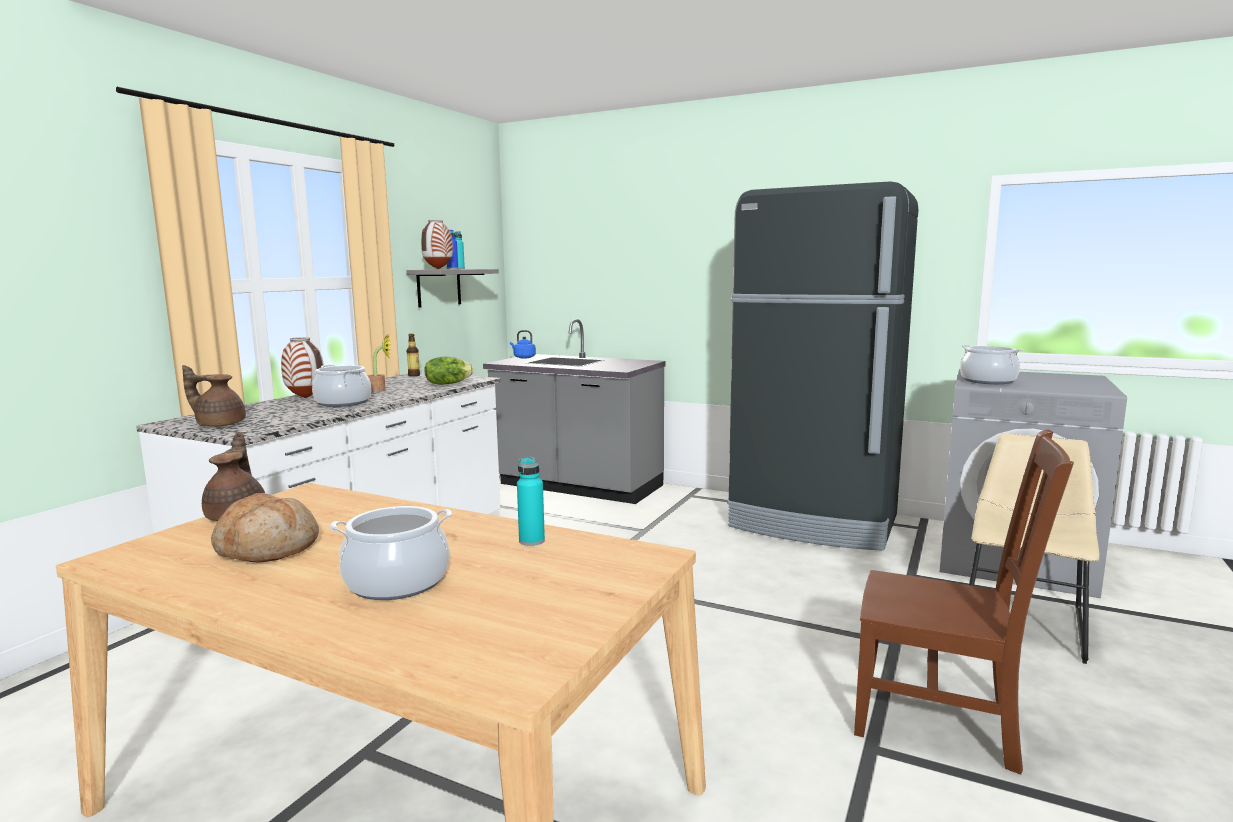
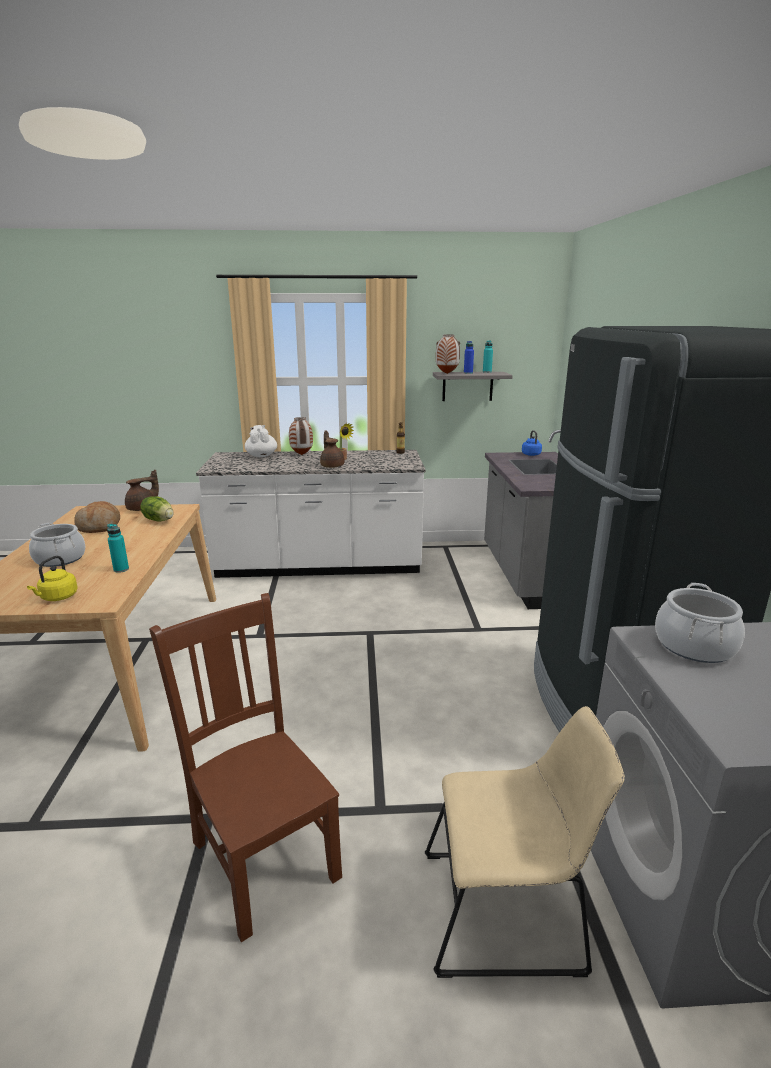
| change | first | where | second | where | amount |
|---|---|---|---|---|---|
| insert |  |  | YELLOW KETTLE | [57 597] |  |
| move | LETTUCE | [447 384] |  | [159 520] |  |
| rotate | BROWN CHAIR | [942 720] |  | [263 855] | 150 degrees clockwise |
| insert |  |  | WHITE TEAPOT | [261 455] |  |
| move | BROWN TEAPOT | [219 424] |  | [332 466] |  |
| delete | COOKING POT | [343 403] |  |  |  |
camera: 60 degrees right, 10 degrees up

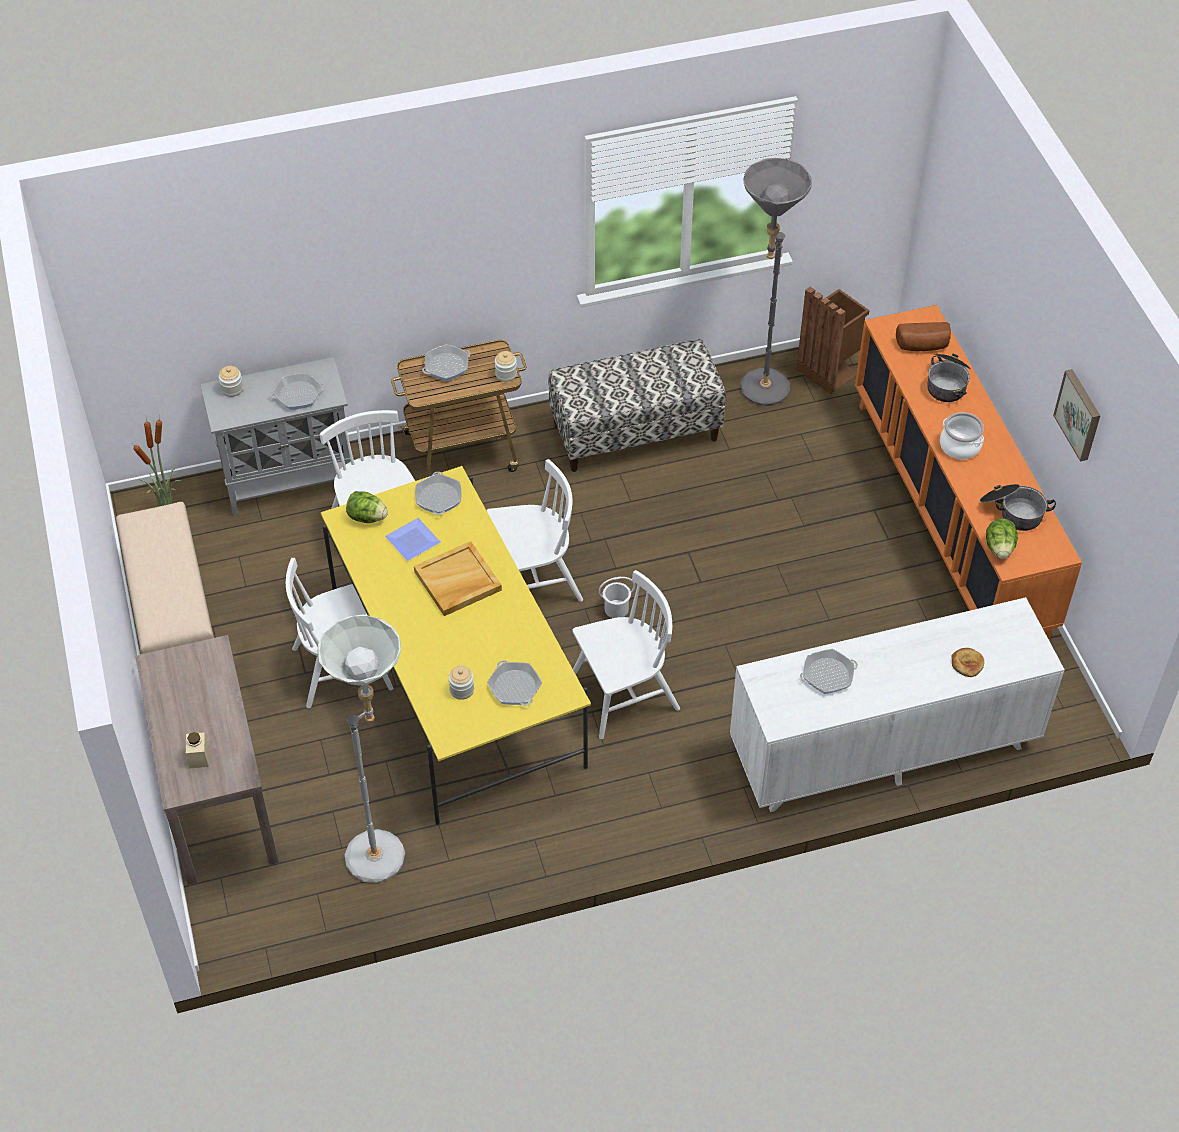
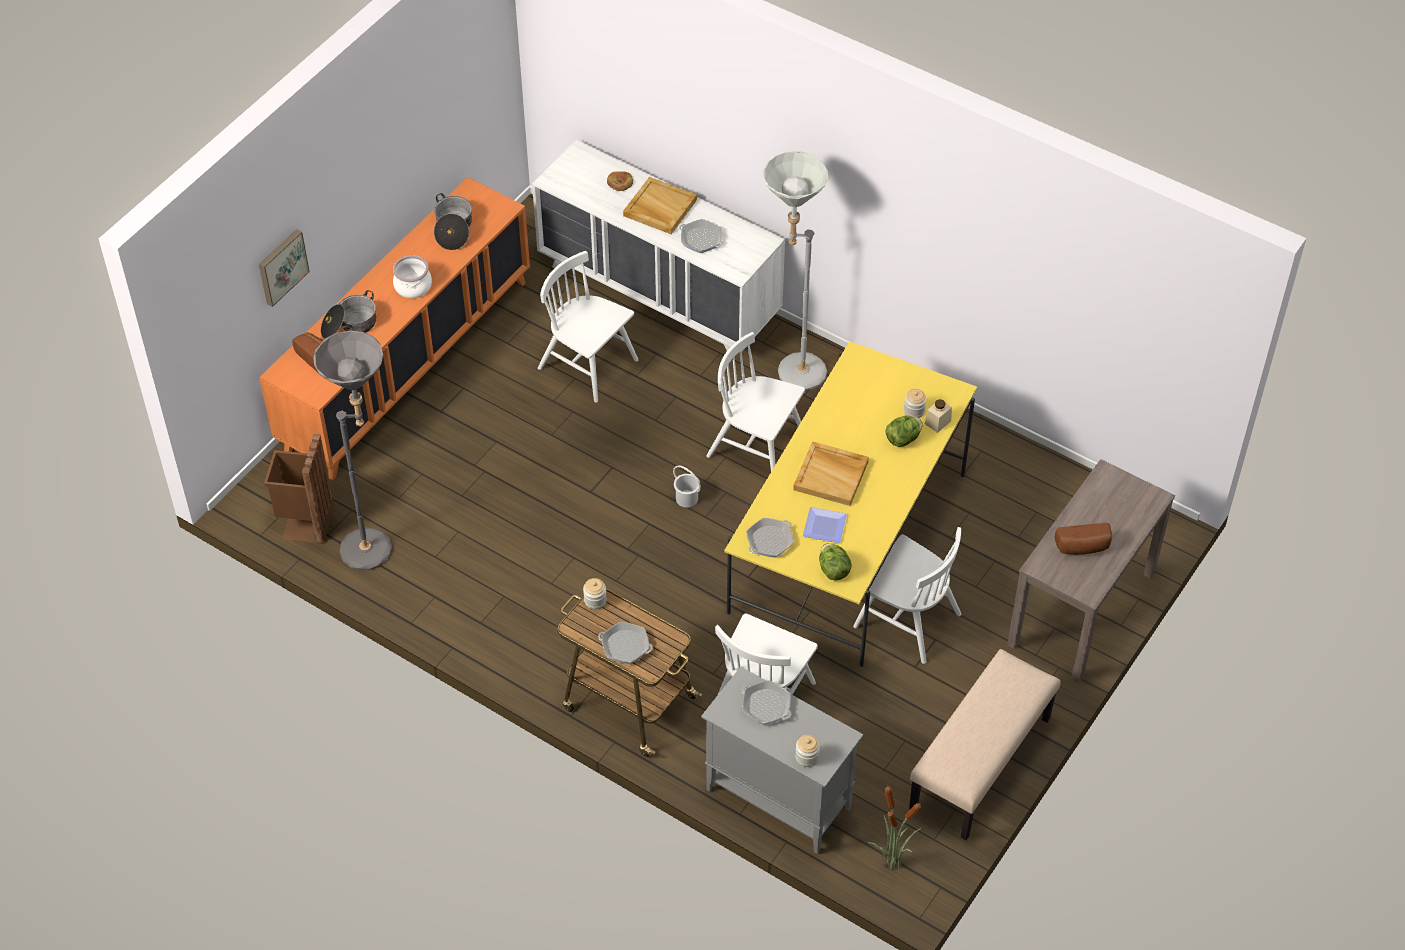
| change | first | where | second | where | amount |
|---|---|---|---|---|---|
| move | PICTURE | [1080 414] |  | [281 266] |  |
| move | WHITE CHAIR | [532 581] |  | [588 365] |  |
| insert |  |  | BEIGE TRAY | [659 208] |  |
| move | GREY FLOOR LAMP | [385 849] |  | [791 371] |  |
| move | LETTUCE | [999 548] |  | [903 439] |  |
| move | BEIGE JAR | [199 757] |  | [937 422] |  |
| insert |  |  | BREAD | [1083 548] |  |
| delete | FRYING PAN | [514 687] |  |  |  |
| delete | BENCH | [635 432] |  |  |  |
camera: 130 degrees left, 0 degrees up

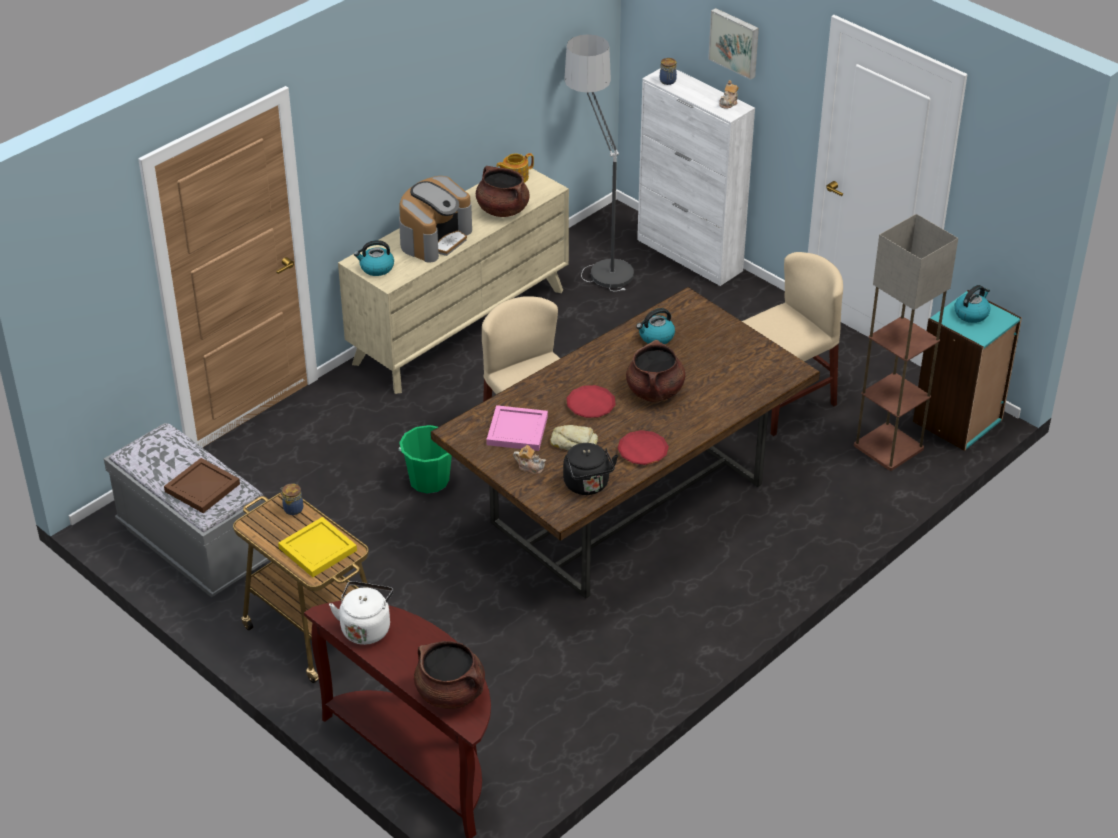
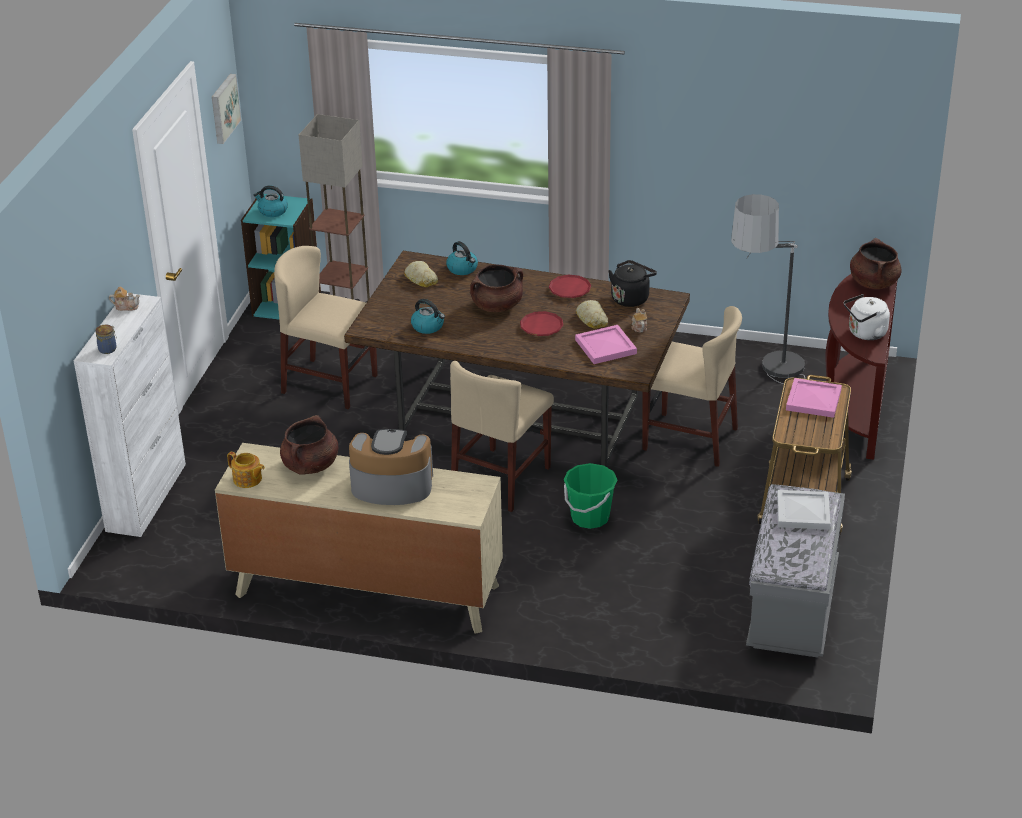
| change | first | where | second | where | amount |
|---|---|---|---|---|---|
| move | PICTURE | [735 42] |  | [223 108] |  |
| insert |  |  | BREAD | [421 278] |  |
| move | KETTLE | [376 268] |  | [462 269] |  |
| insert |  |  | BEIGE CHAIR | [690 439] |  |
| move | FLOOR LAMP | [597 257] |  | [766 384] |  |
| recolor | BROWN TRAY | [203 487] | WHITE TRAY | [802 511] |  |
| recolor | YELLOW TRAY | [318 548] | PINK TRAY | [812 400] |  |
| delete | JAR | [292 509] |  |  |  |
camera: 120 degrees left, 5 degrees down

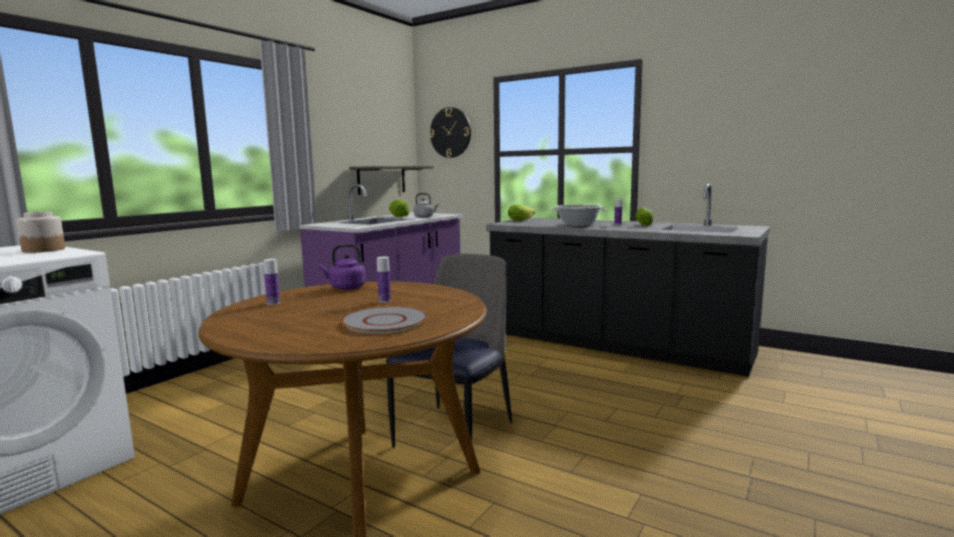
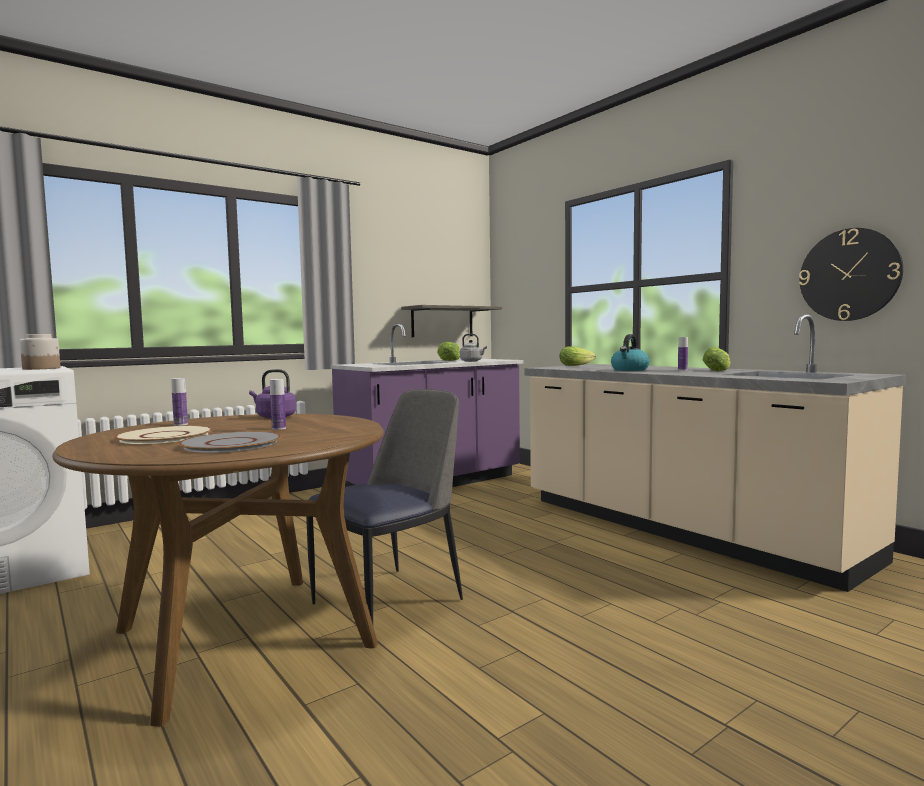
| change | first | where | second | where | amount |
|---|---|---|---|---|---|
| insert |  |  | BEIGE PLATE | [165 436] |  |
| recolor | BLACK COUNTER | [615 344] | BEIGE COUNTER | [681 528] |  |
| replace | COOKING POT | [578 225] | KETTLE | [629 370] |  |
| move | WALL CLOCK | [450 132] |  | [849 275] |  |
camera: 20 degrees right, 5 degrees down

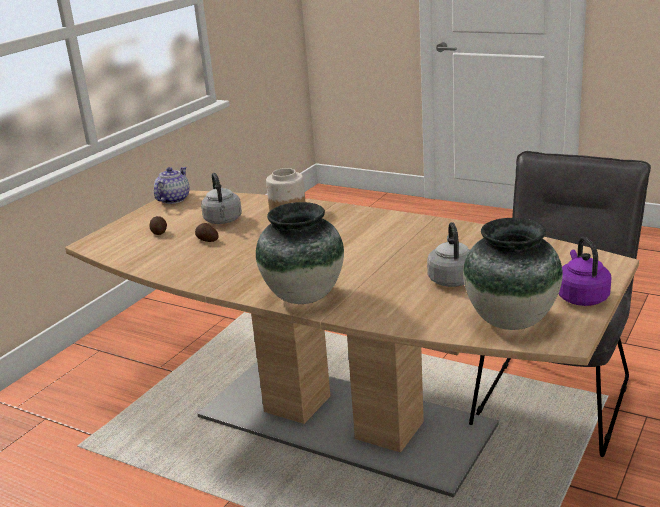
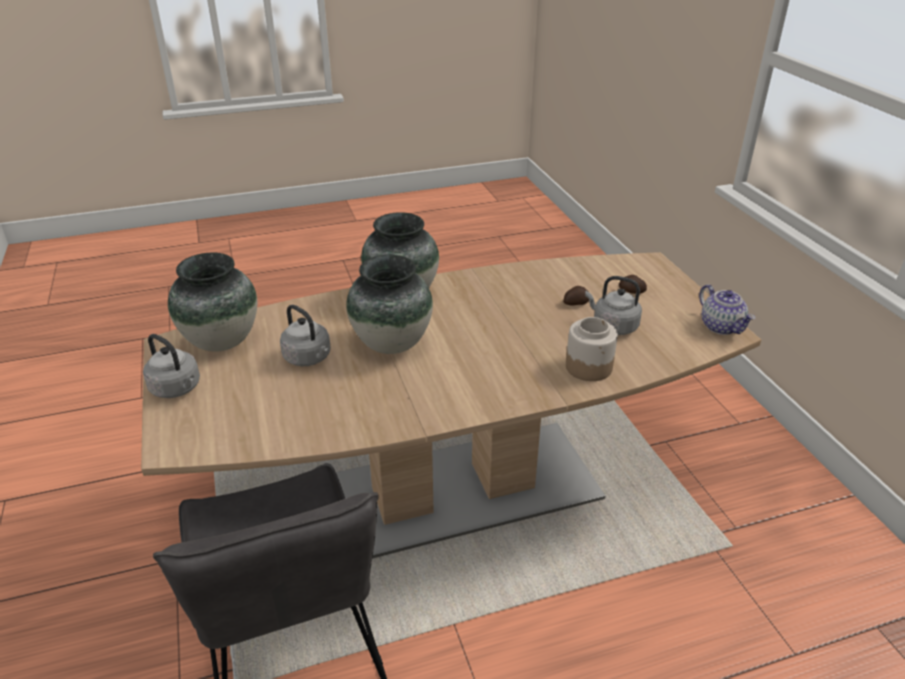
| change | first | where | second | where | amount |
|---|---|---|---|---|---|
| recolor | PURPLE KETTLE | [581 297] | GREY KETTLE | [177 389] |  |
| insert |  |  | VASE | [391 344] |  |
camera: 130 degrees right, 10 degrees up

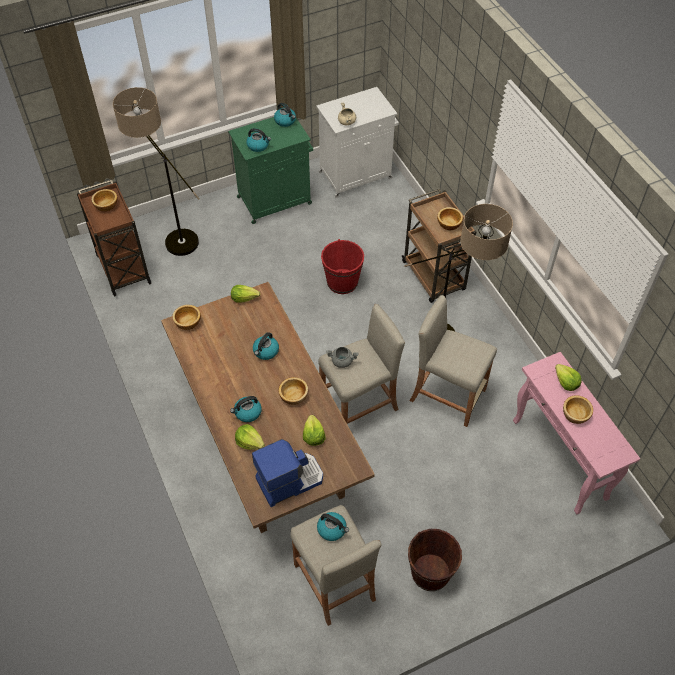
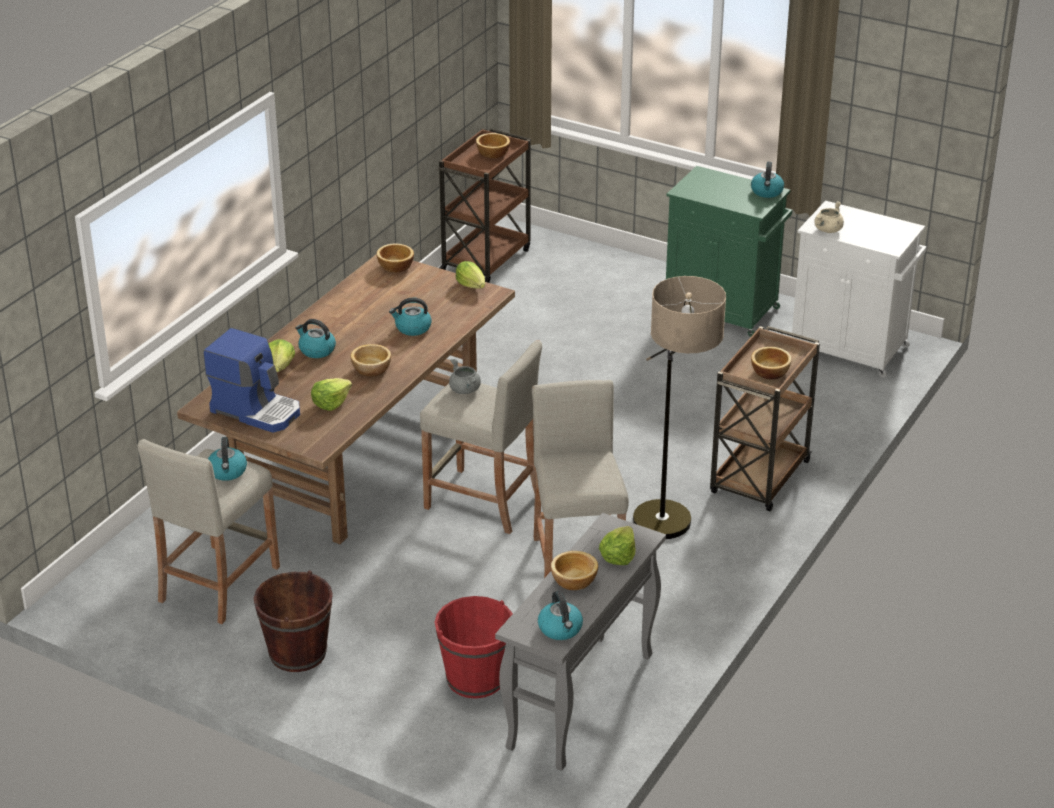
| change | first | where | second | where | amount |
|---|---|---|---|---|---|
| move | RED BUCKET | [342 282] |  | [475 679] |  |
| recolor | PINK CONSOLE TABLE | [560 460] | GREY CONSOLE TABLE | [580 702] |  |
| move | KETTLE | [258 145] |  | [560 629] |  |
| delete | FLOOR LAMP | [172 236] |  |  |  |
camera: 55 degrees right, 20 degrees down

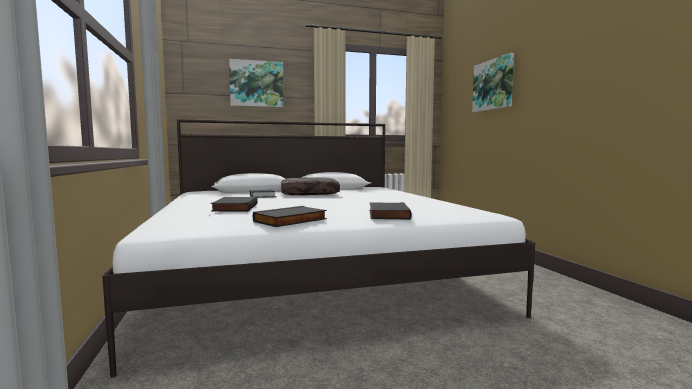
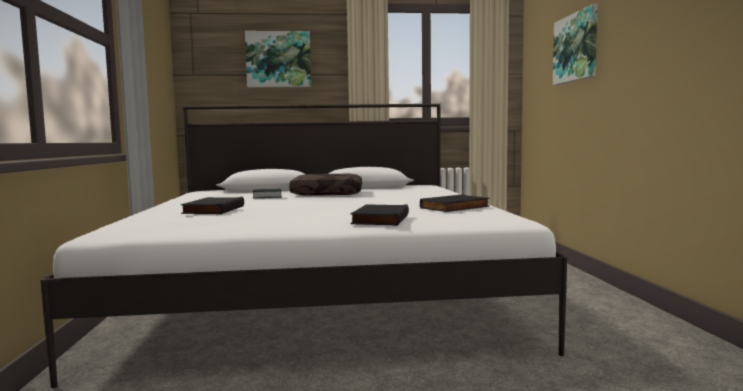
| change | first | where | second | where | amount |
|---|---|---|---|---|---|
| move | BLACK BOOK | [291 221] |  | [455 207] |  |
camera: 10 degrees right, 0 degrees up

